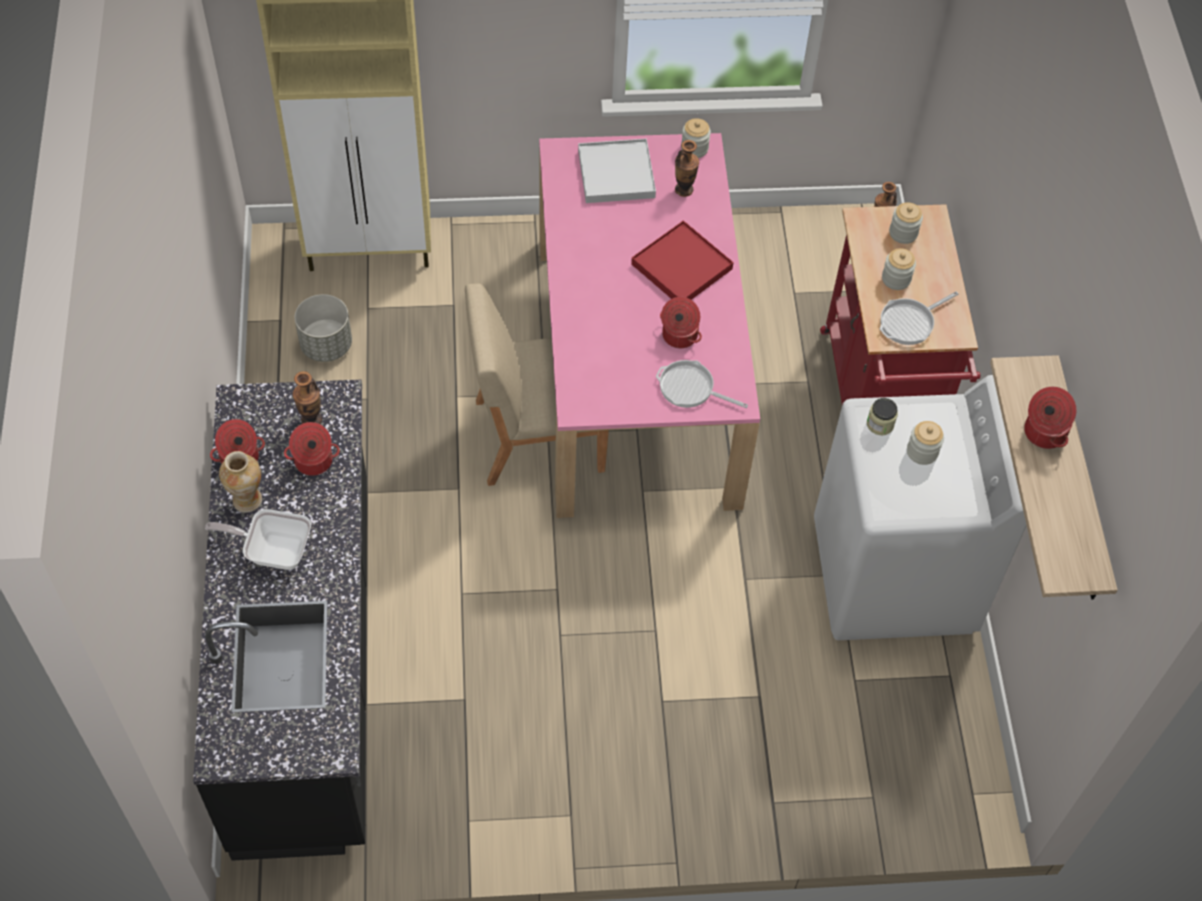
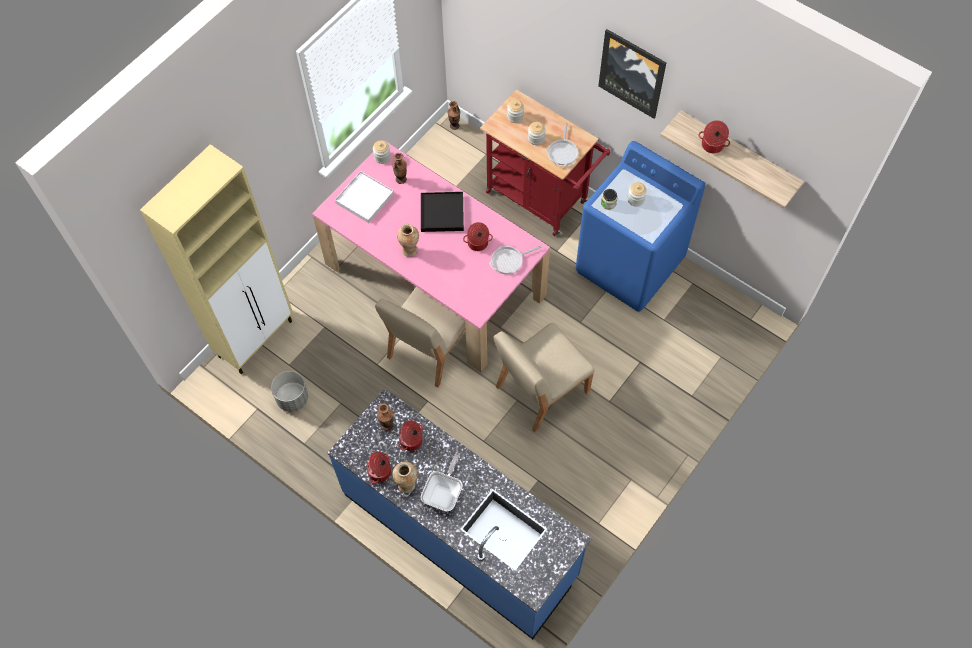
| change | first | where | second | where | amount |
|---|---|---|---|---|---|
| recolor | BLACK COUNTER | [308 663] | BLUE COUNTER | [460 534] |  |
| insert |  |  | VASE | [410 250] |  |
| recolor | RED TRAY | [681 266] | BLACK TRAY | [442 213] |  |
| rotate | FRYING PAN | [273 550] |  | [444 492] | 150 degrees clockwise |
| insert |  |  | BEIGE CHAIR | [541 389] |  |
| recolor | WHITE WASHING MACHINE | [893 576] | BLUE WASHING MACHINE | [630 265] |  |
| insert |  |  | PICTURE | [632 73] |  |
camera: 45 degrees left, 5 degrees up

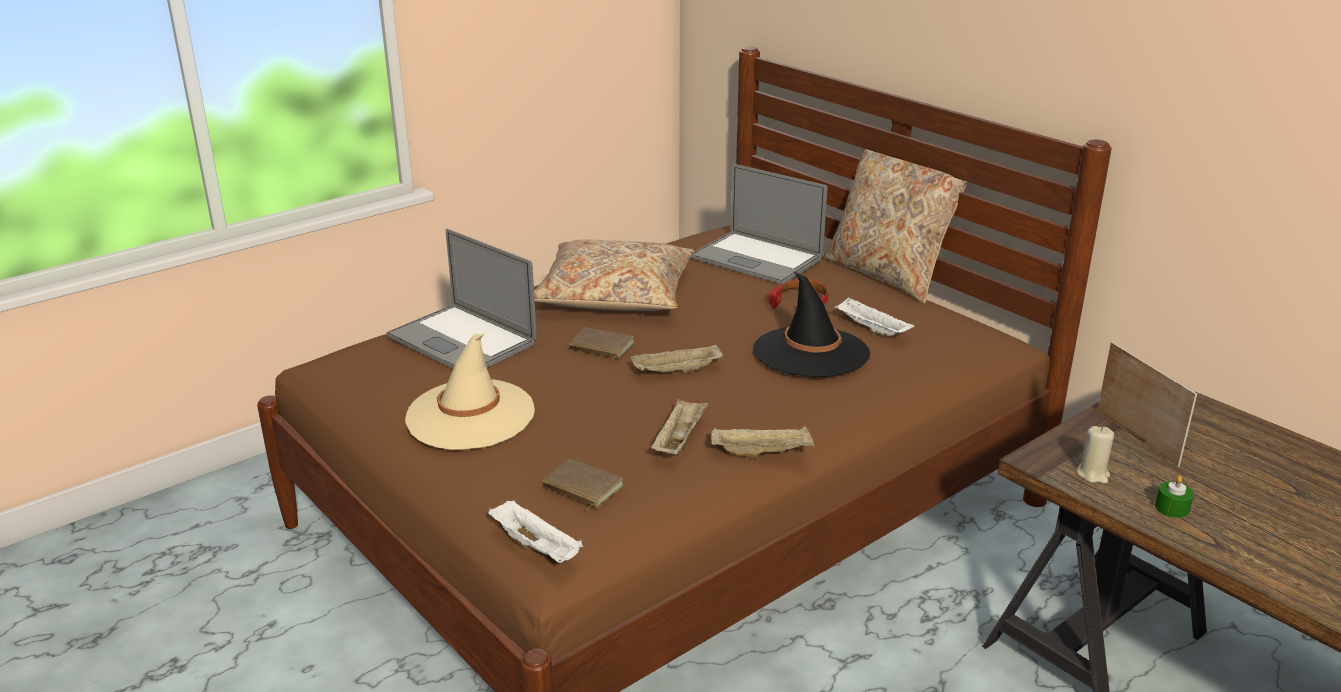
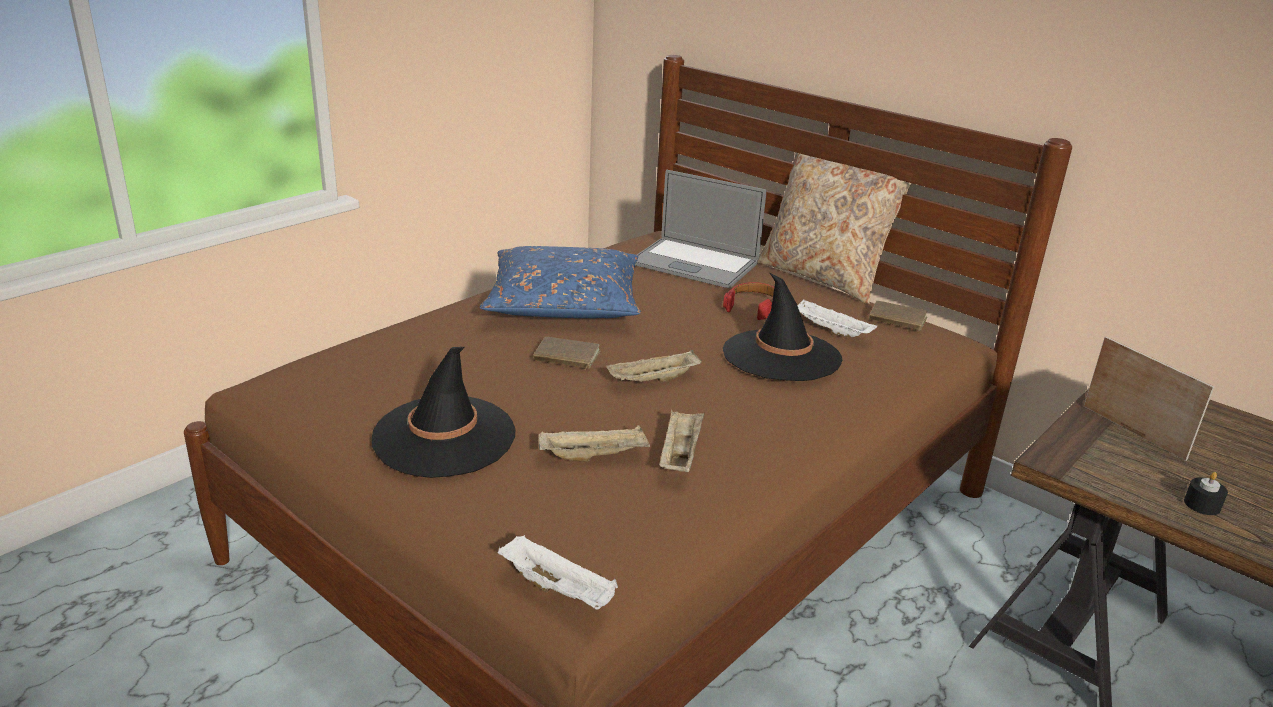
| change | first | where | second | where | amount |
|---|---|---|---|---|---|
| recolor | BEIGE HAT | [470 415] | BLACK HAT | [444 437] |  |
| recolor | BEIGE PILLOW | [615 294] | BLUE PILLOW | [564 302] |  |
| move | BEIGE TRAY | [763 453] |  | [594 456] |  |
| move | BROWN BOOK | [581 488] |  | [897 319] |  |
| recolor | GREEN CANDLE | [1172 508] | BLACK CANDLE | [1202 505] |  |
| delete | LAPTOP | [461 340] |  |  |  |
| delete | BEIGE CANDLE | [1093 474] |  |  |  |
camera: 10 degrees left, 0 degrees up

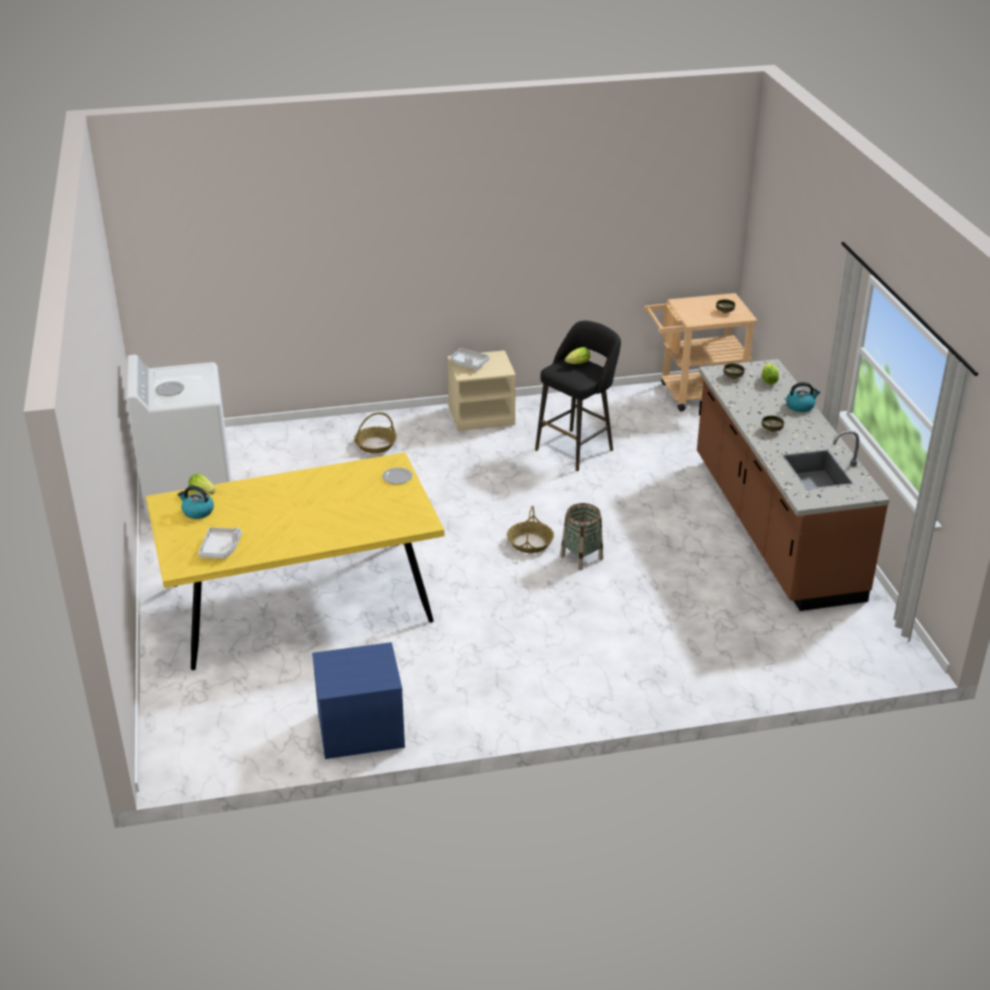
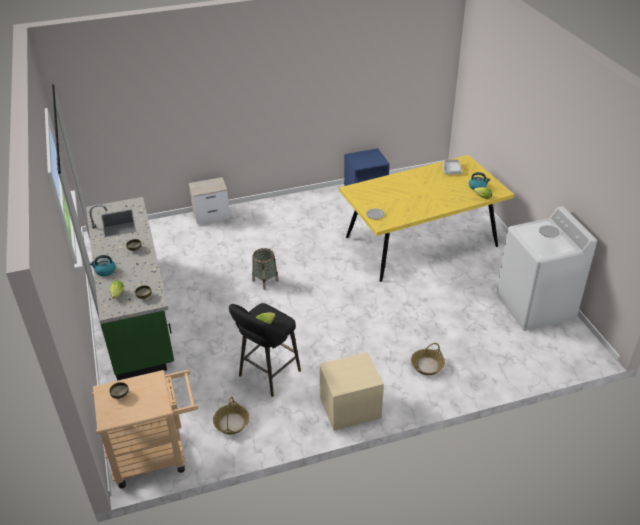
| change | first | where | second | where | amount |
|---|---|---|---|---|---|
| recolor | BROWN COUNTER | [773 527] | GREEN COUNTER | [137 312] |  |
| insert |  |  | NIGHTSTAND | [212 215] |  |
| move | BASKET | [530 543] |  | [231 423] |  |
| delete | GREY TRAY | [469 364] |  |  |  |
camera: 175 degrees right, 5 degrees up

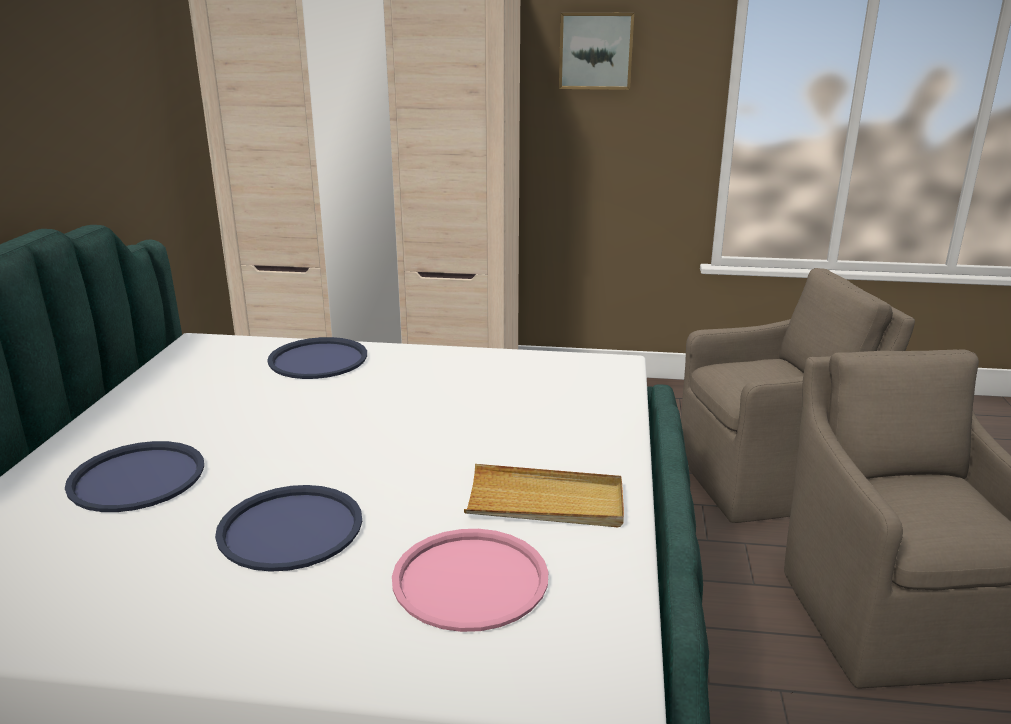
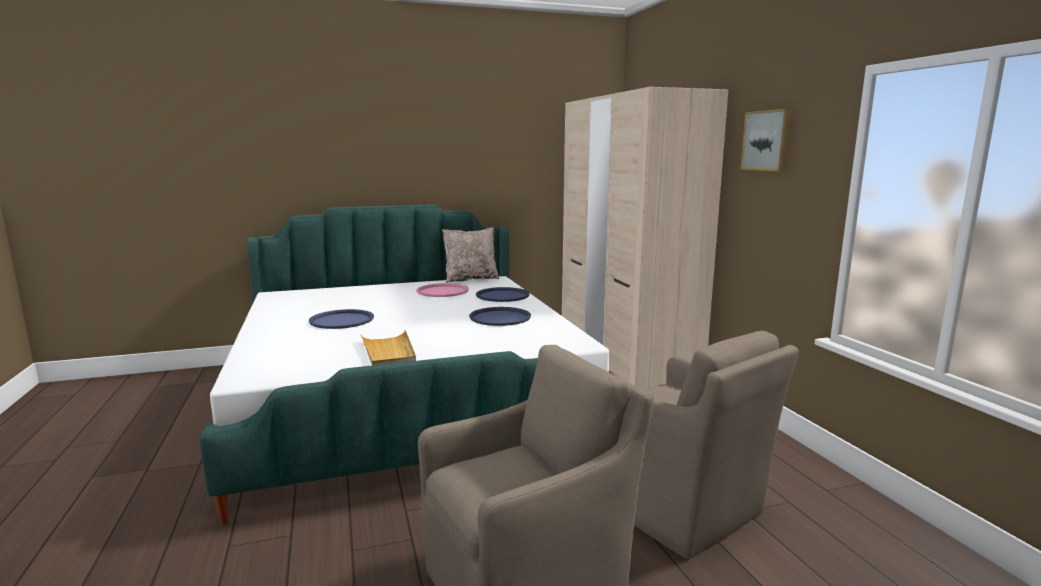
| change | first | where | second | where | amount |
|---|---|---|---|---|---|
| move | PINK TRAY | [470 580] |  | [442 291] |  |
| insert |  |  | BEIGE PILLOW | [470 279] |  |
| move | BLUE TRAY | [137 478] |  | [500 317] |  |
camera: 65 degrees right, 10 degrees down

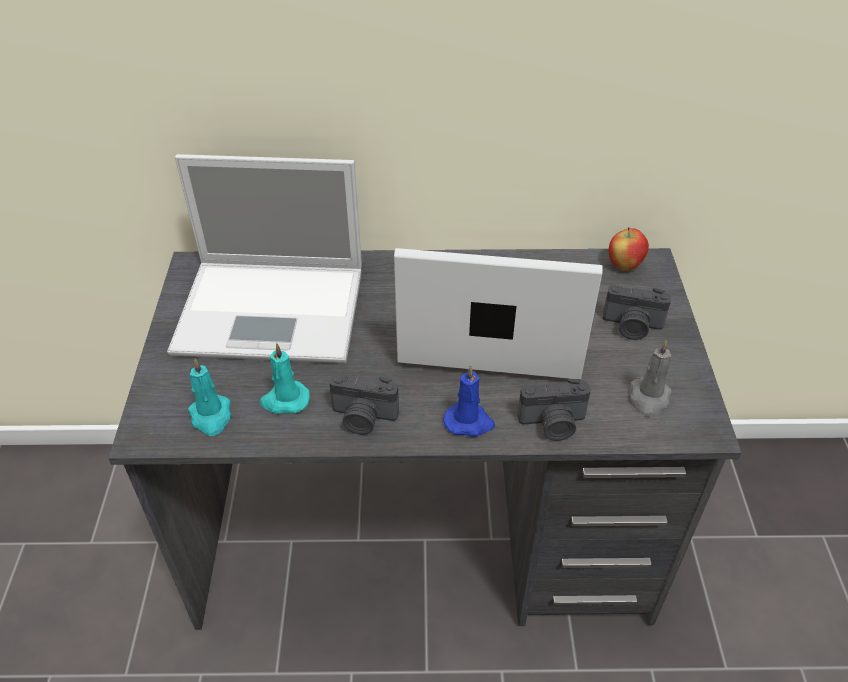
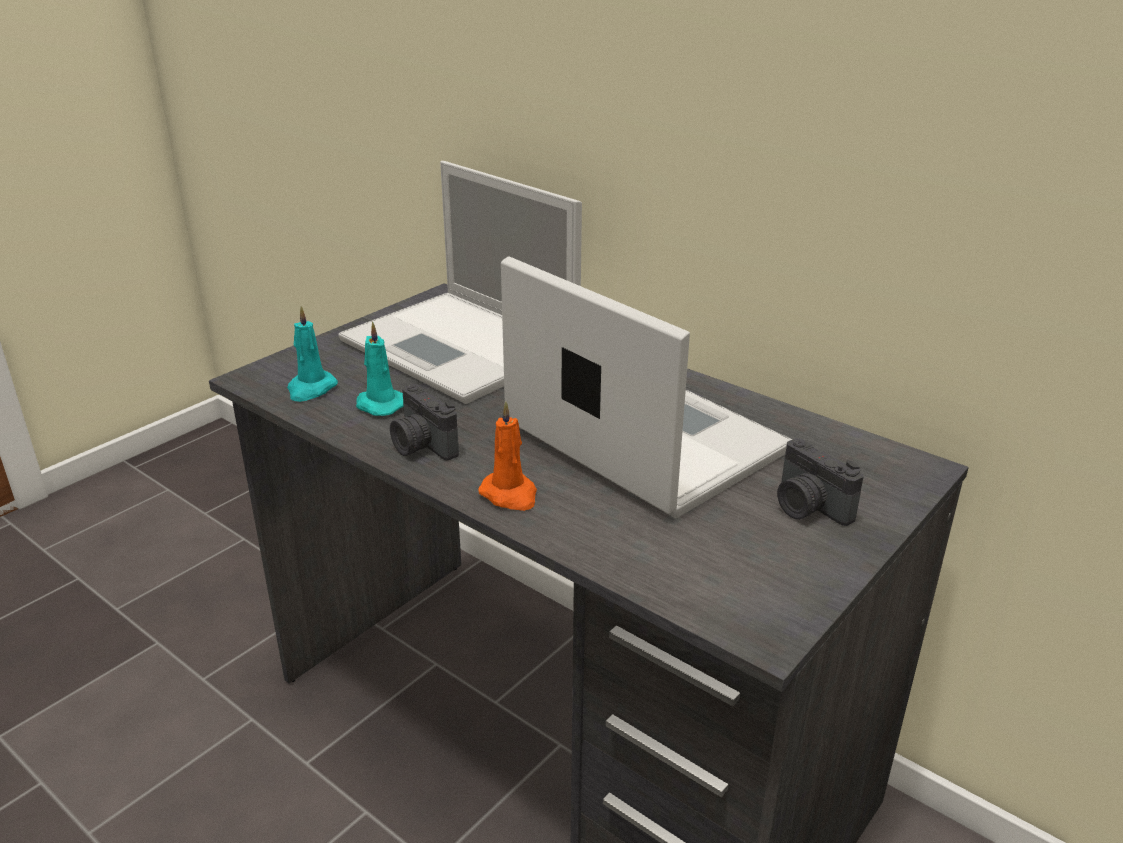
| change | first | where | second | where | amount |
|---|---|---|---|---|---|
| recolor | BLUE CANDLE | [469 422] | ORANGE CANDLE | [510 495] |  |
| delete | PHOTO CAMERA | [553 424] |  |  |  |
| delete | APPLE | [624 265] |  |  |  |
| delete | GREY CANDLE | [649 398] |  |  |  |
camera: 40 degrees right, 15 degrees down

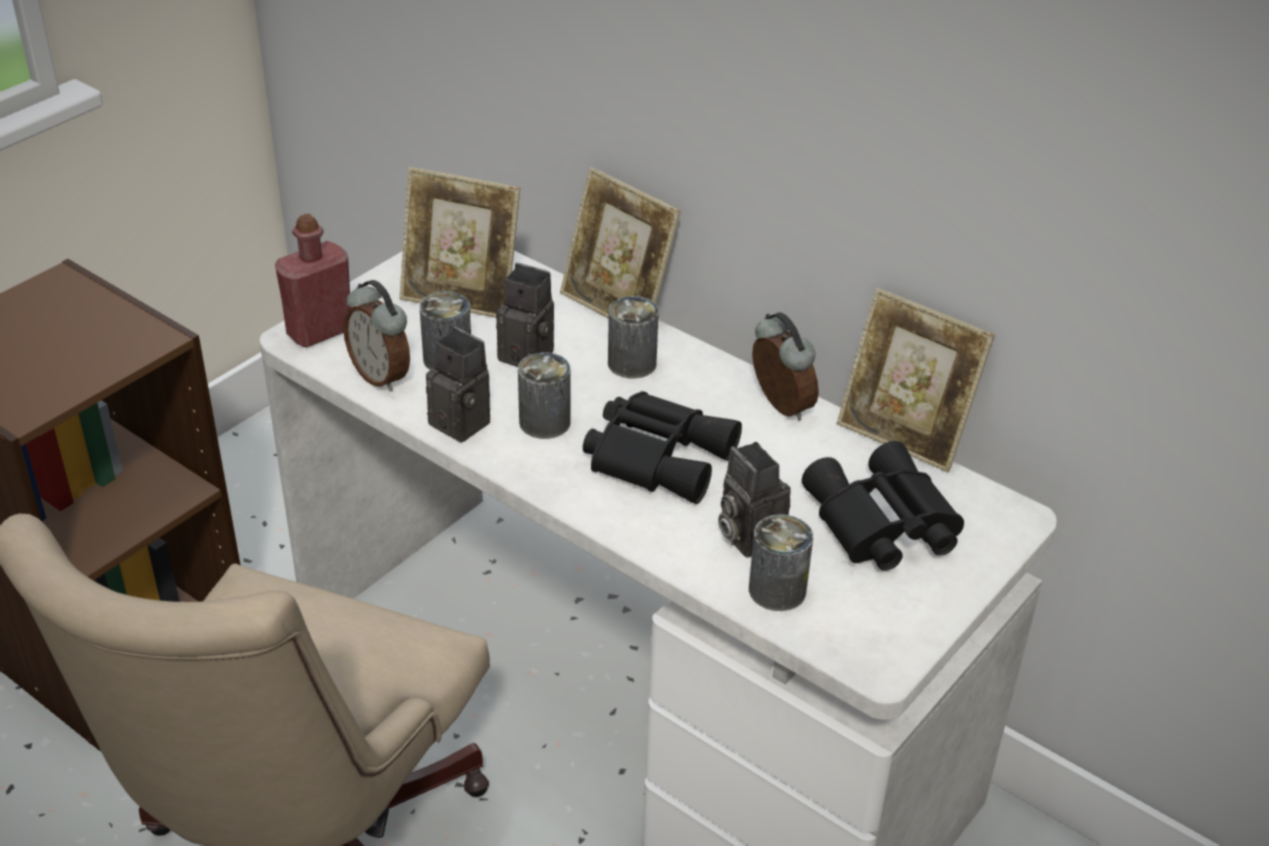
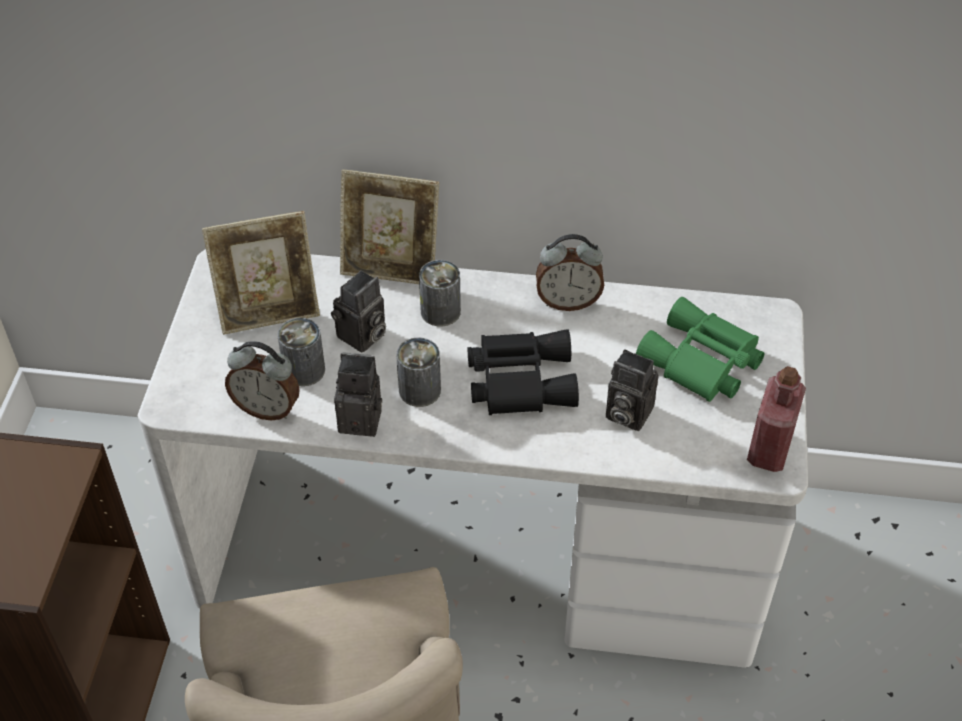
| change | first | where | second | where | amount |
|---|---|---|---|---|---|
| rotate | PHOTO CAMERA | [530 354] |  | [362 337] | 135 degrees clockwise |
| rotate | ALARM CLOCK | [778 407] |  | [568 301] | 150 degrees clockwise |
| recolor | BLACK BINOCULARS | [880 525] | GREEN BINOCULARS | [701 363] |  |
| move | RED BOTTLE | [320 331] |  | [769 449] |  |
| delete | CAN | [777 590] |  |  |  |
| delete | PICTURE FRAME | [903 436] |  |  |  |
camera: 30 degrees left, 10 degrees up

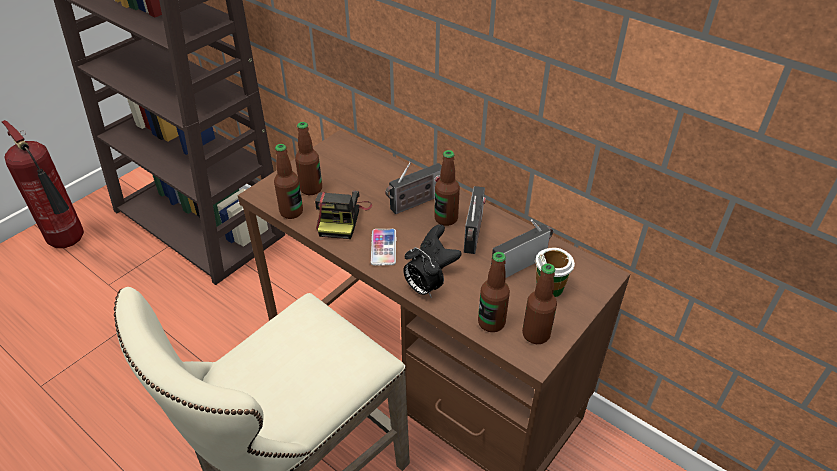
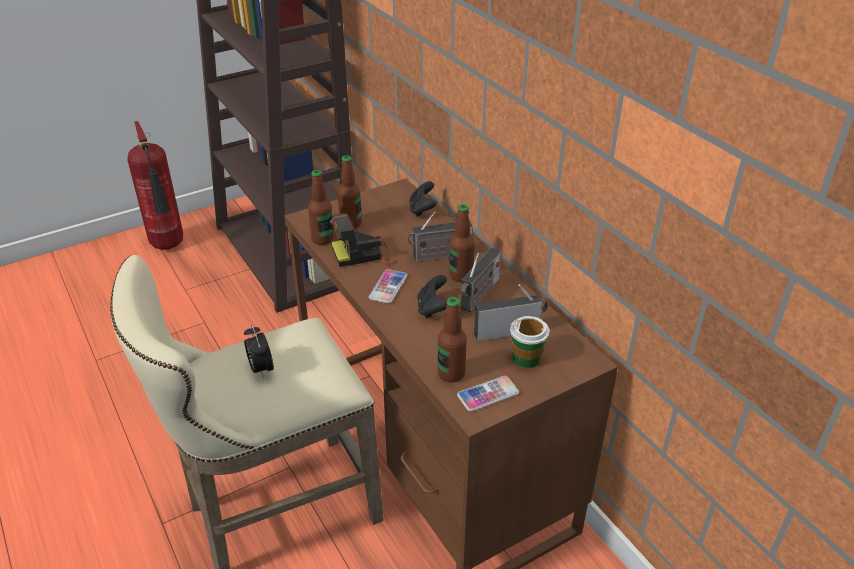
| change | first | where | second | where | amount |
|---|---|---|---|---|---|
| move | ALARM CLOCK | [422 289] |  | [261 368] |  |
| rotate | PHOTO CAMERA | [342 218] |  | [364 254] | 45 degrees clockwise |
| insert |  |  | BLACK GAME CONTROLLER | [422 210] |  |
| replace | BOTTLE | [536 334] | PHONE | [488 394] |  |
camera: 20 degrees right, 5 degrees down

